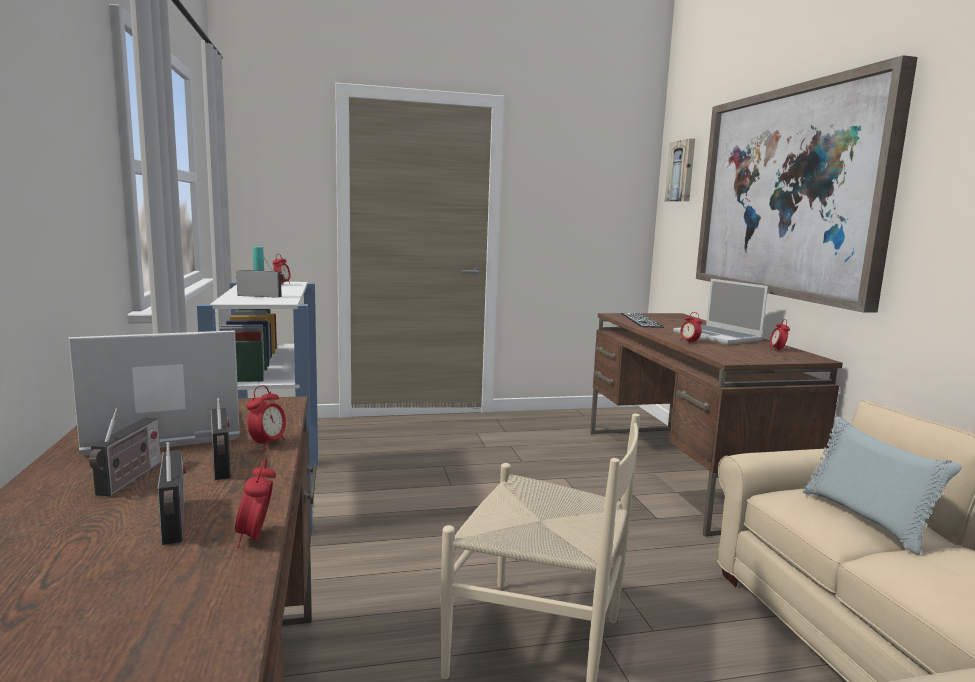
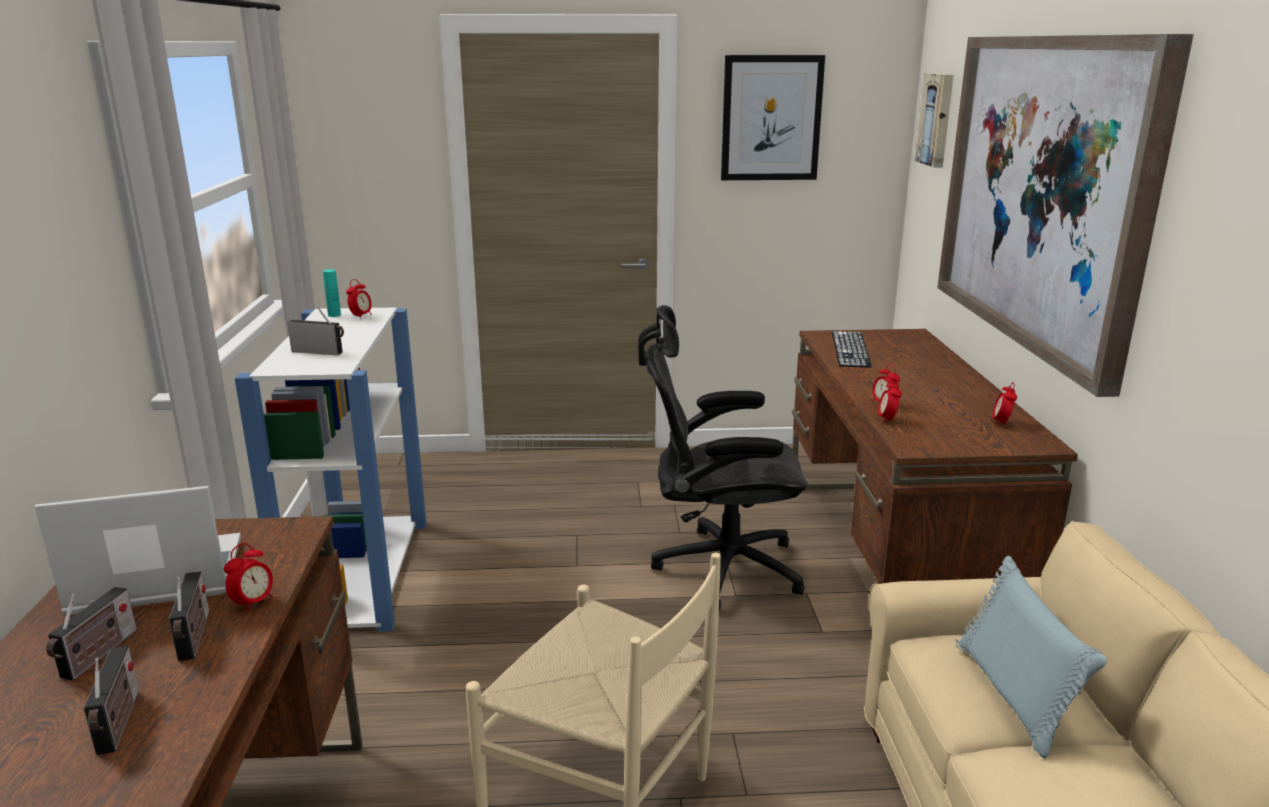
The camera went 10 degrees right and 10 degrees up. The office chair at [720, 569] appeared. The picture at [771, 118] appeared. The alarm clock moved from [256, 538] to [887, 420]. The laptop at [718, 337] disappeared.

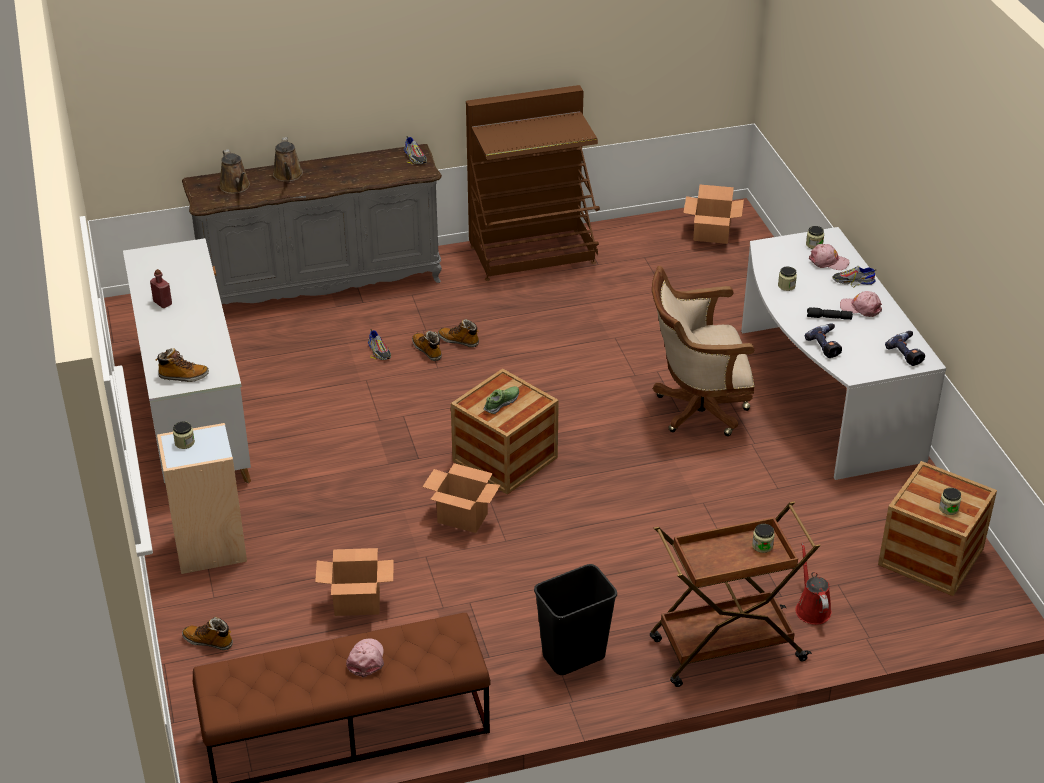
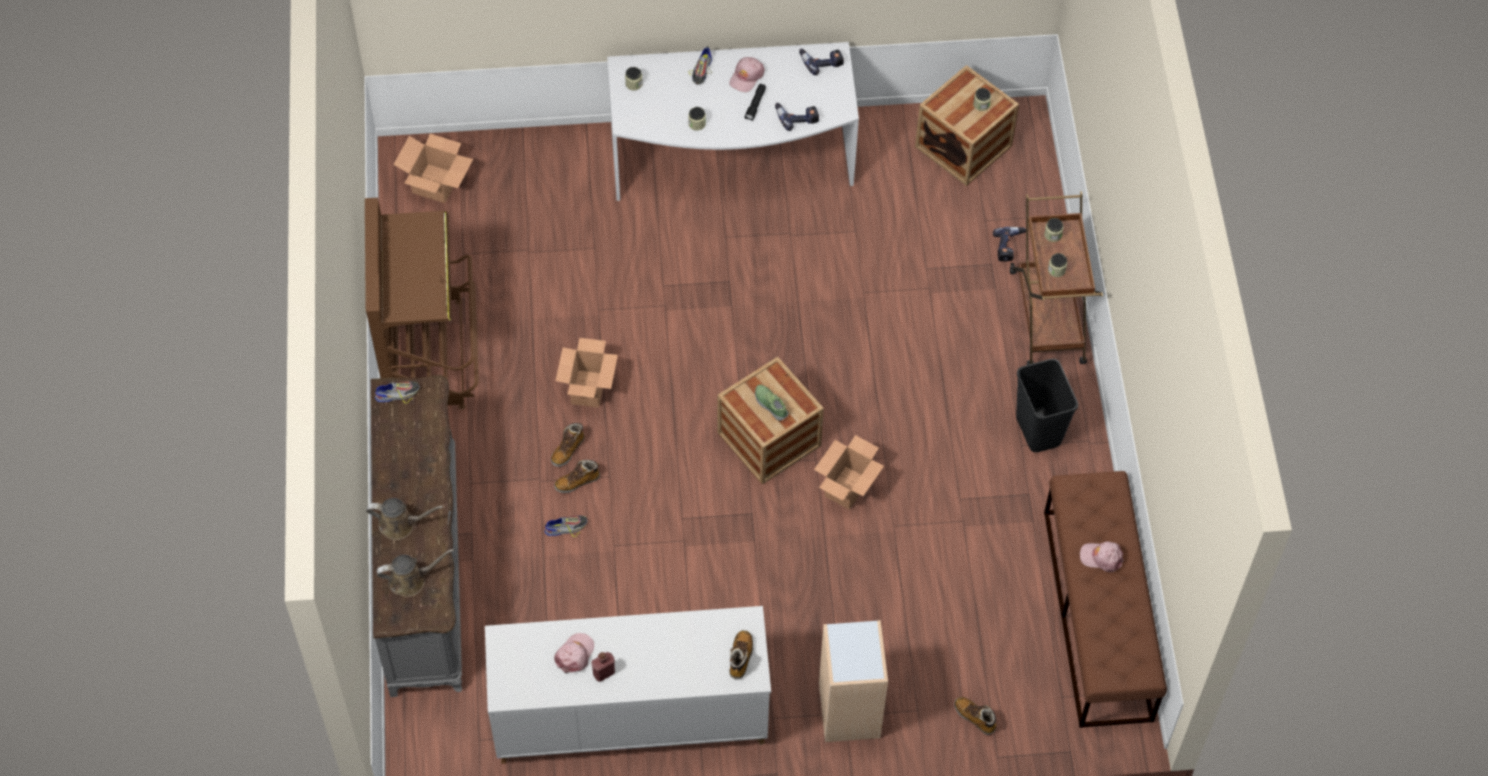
The camera went 80 degrees left and 20 degrees up. The cap in pink moved from [828, 261] to [575, 654]. The cardboard box moved from [358, 603] to [588, 388]. The boot at [208, 641] turned 105 degrees clockwise. The watering can in red at [811, 608] was replaced by the power drill at [1009, 246]. The jar moved from [184, 443] to [1056, 270]. The office chair at [696, 411] disappeared.

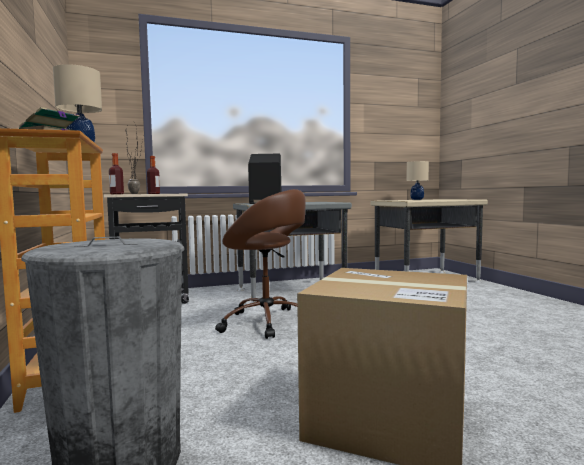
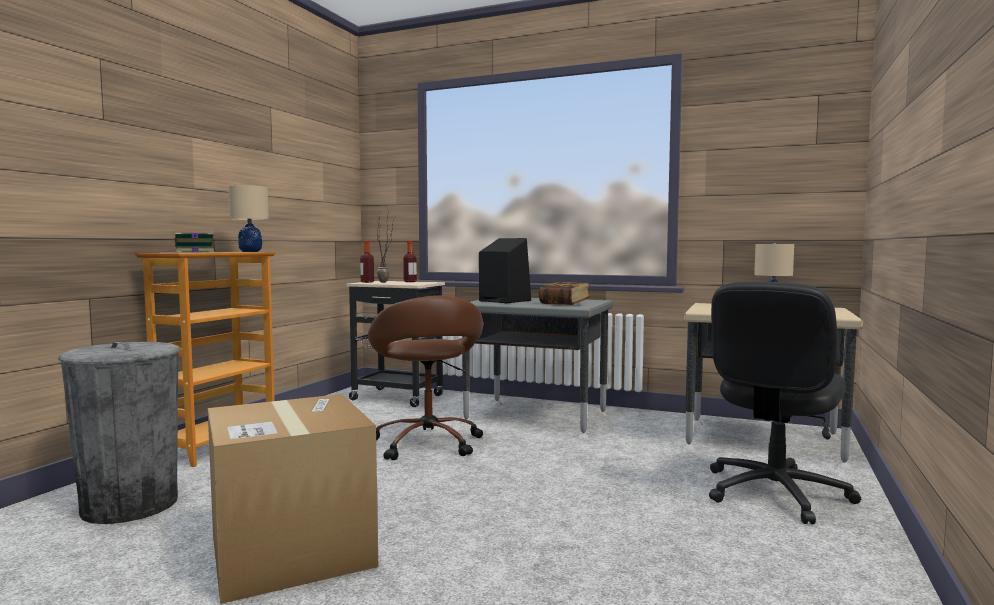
The camera went 40 degrees right and 0 degrees up. The book at [564, 304] appeared. The office chair in black at [774, 493] appeared.

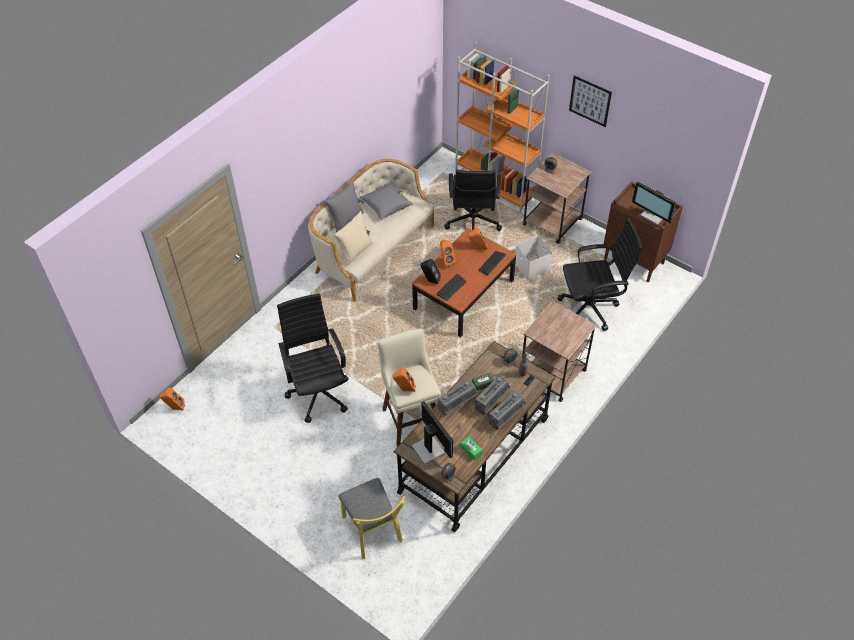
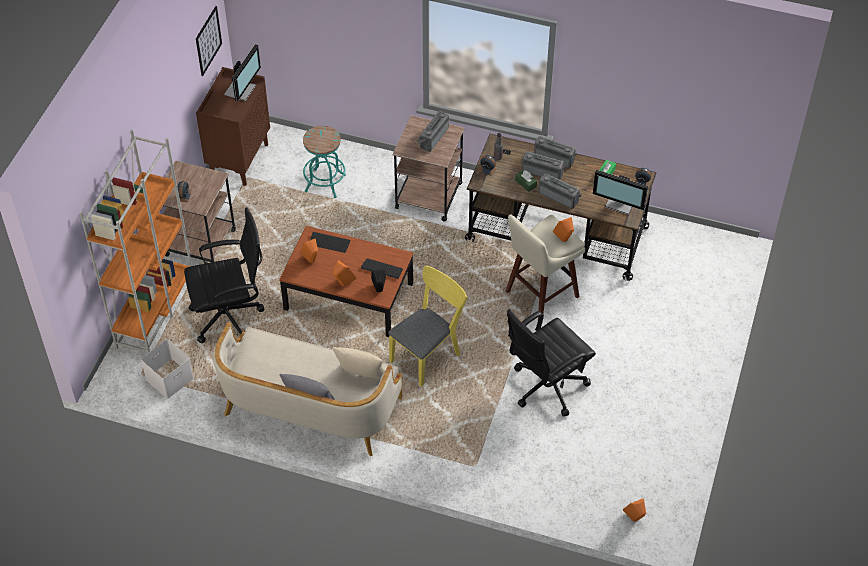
The camera went 110 degrees left and 0 degrees up. The storage box in white moved from [532, 266] to [170, 378]. The picture moved from [590, 101] to [208, 41]. The office chair in black at [591, 308] was replaced by the stool in turquoise at [325, 183]. The chair in yellow moved from [373, 533] to [428, 354]. The radio at [432, 137] appeared. The monitor at [429, 448] turned 105 degrees counterclockwise. The pillow in grey at [386, 206] disappeared.

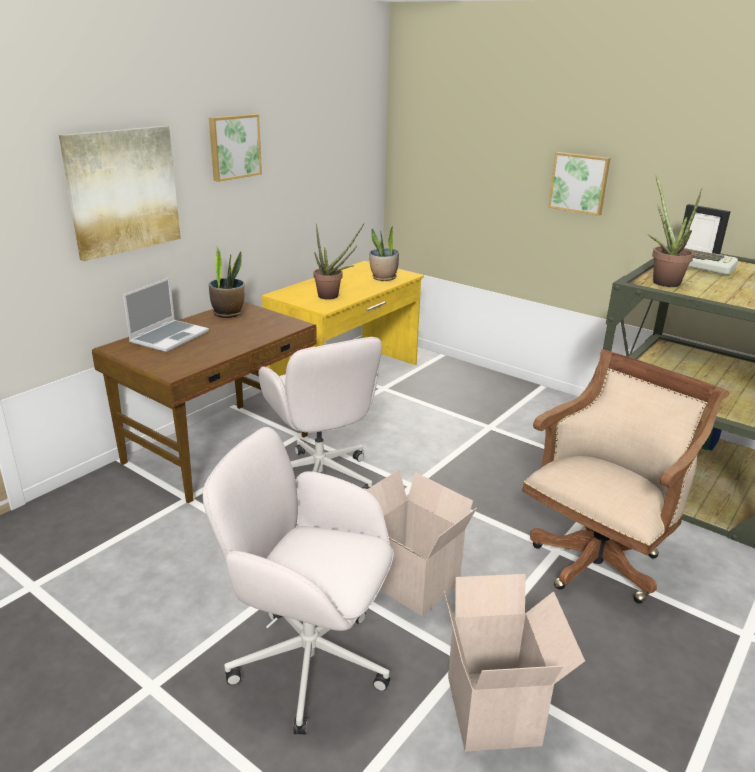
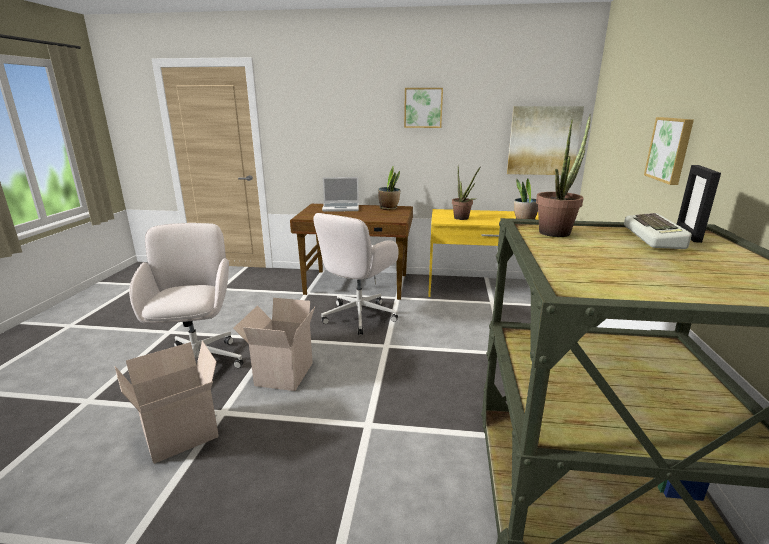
The camera went 60 degrees right and 5 degrees down. The picture moved from [123, 191] to [543, 141]. The office chair at [599, 559] disappeared.

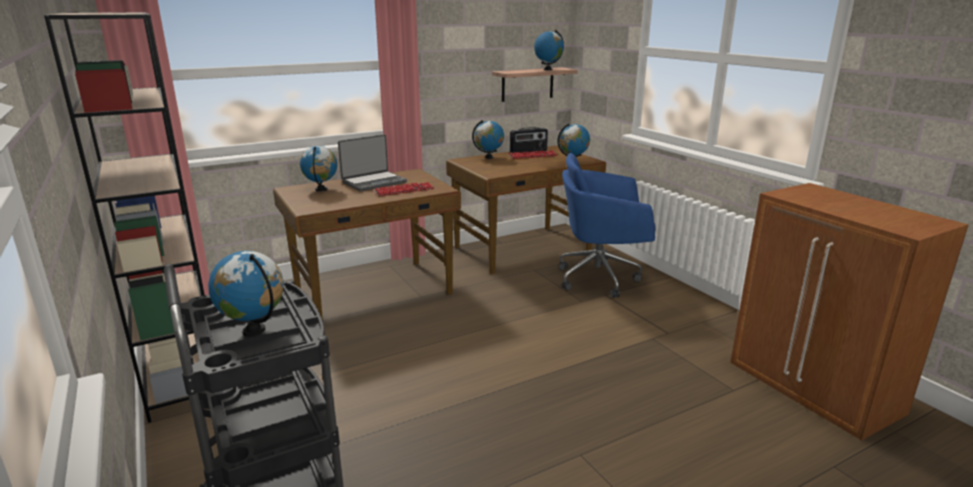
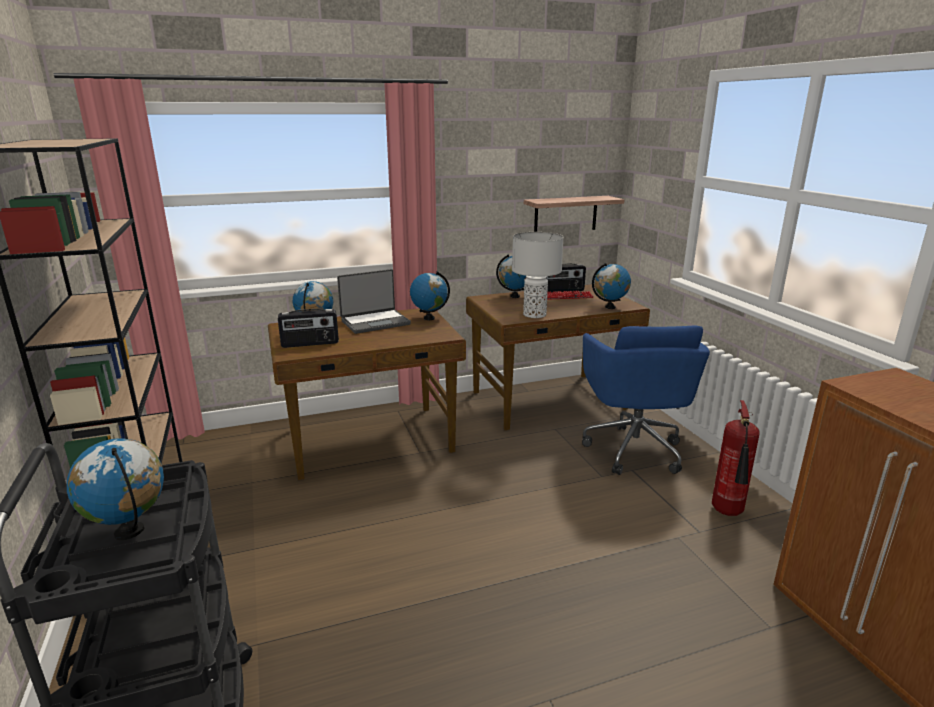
The camera went 10 degrees right and 0 degrees up. The radio at [310, 344] appeared. The globe moved from [548, 69] to [429, 318]. The table lamp in white at [534, 314] appeared. The office chair in blue at [601, 279] turned 105 degrees counterclockwise. The fire extinguisher at [728, 513] appeared. The keyboard at [404, 190] disappeared.

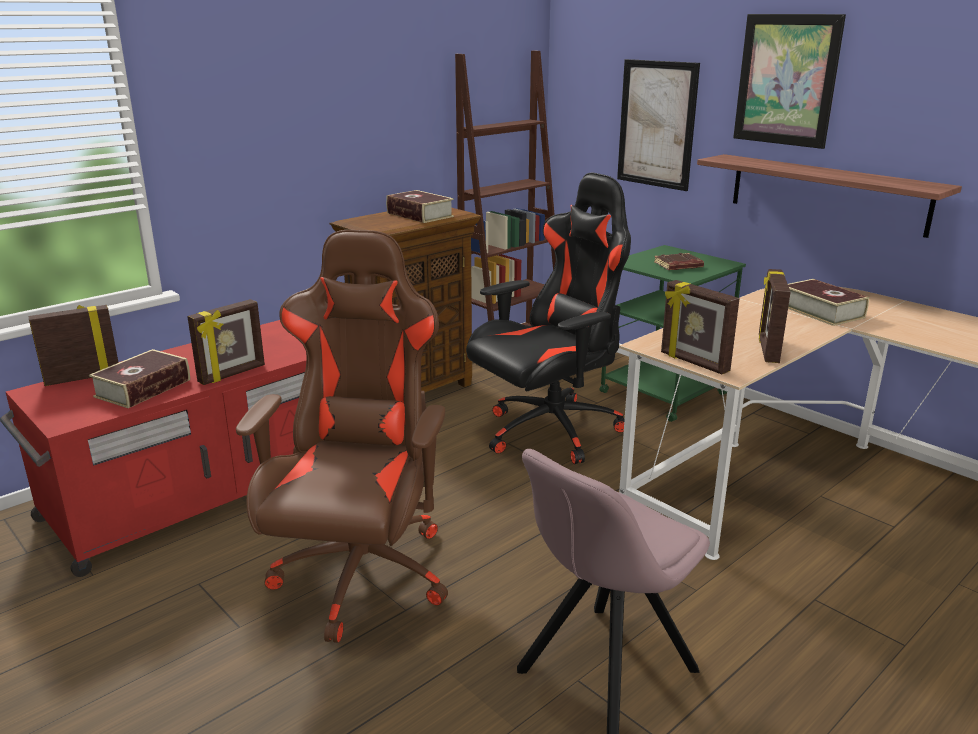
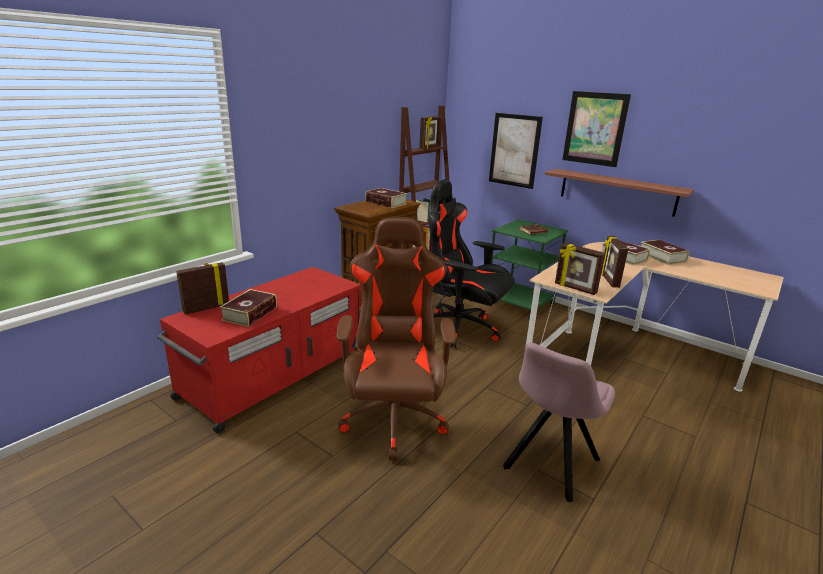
The camera went 10 degrees left and 0 degrees up. The picture frame moved from [232, 374] to [429, 147]. The office chair in black at [544, 434] turned 105 degrees counterclockwise. The book at [662, 257] appeared.

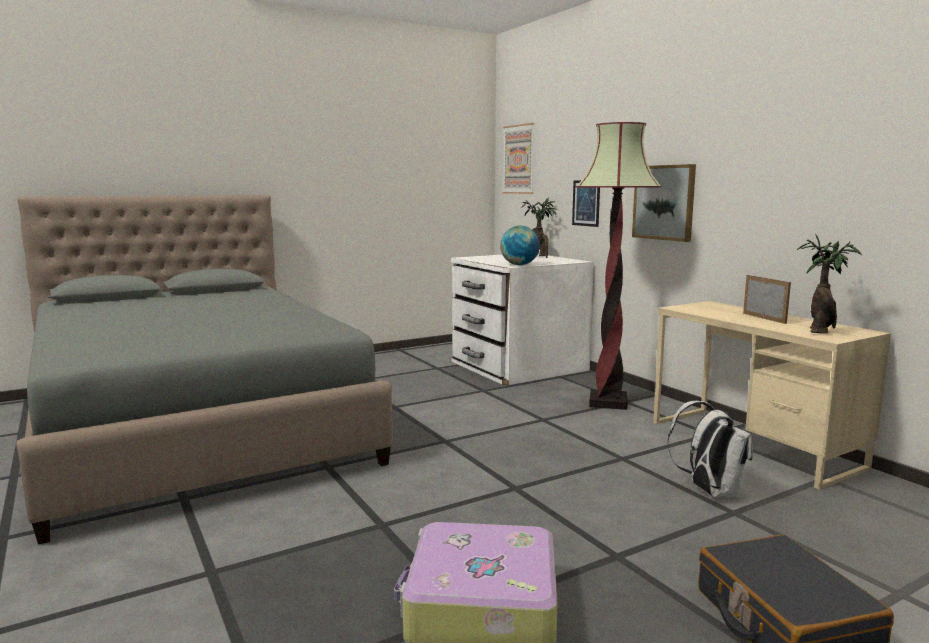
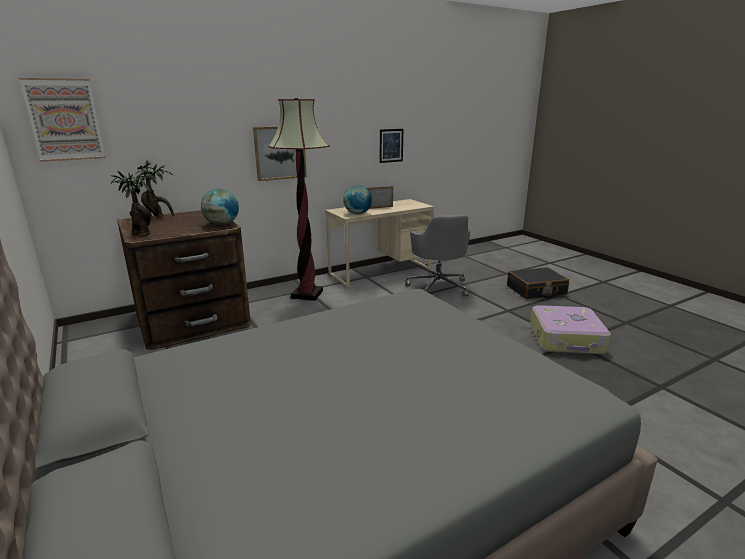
The camera went 90 degrees left and 10 degrees up. The potted plant moved from [821, 331] to [141, 233]. The dresser in white at [516, 366] became the dresser in brown at [193, 319]. The globe at [357, 213] appeared. The picture moved from [586, 203] to [391, 145]. The backpack in white at [709, 491] was replaced by the office chair in grey at [438, 286].

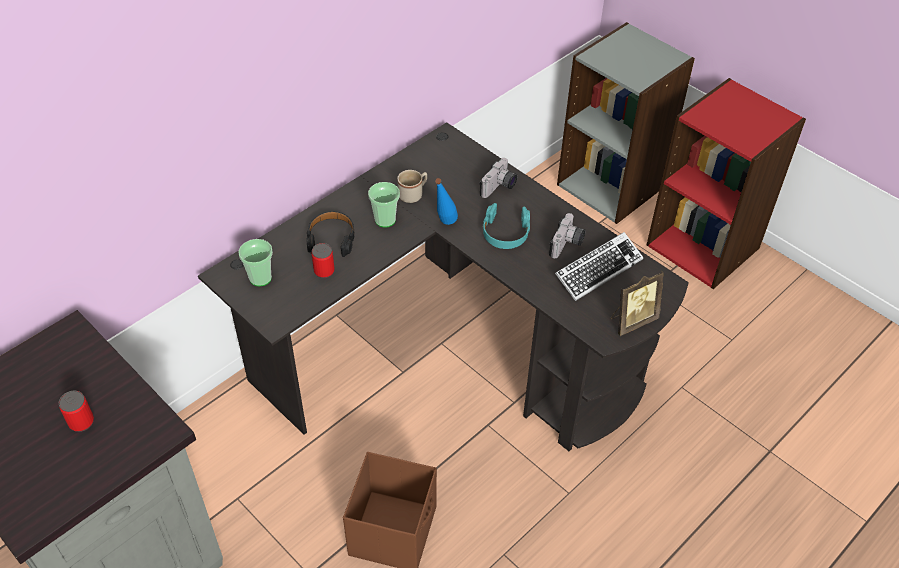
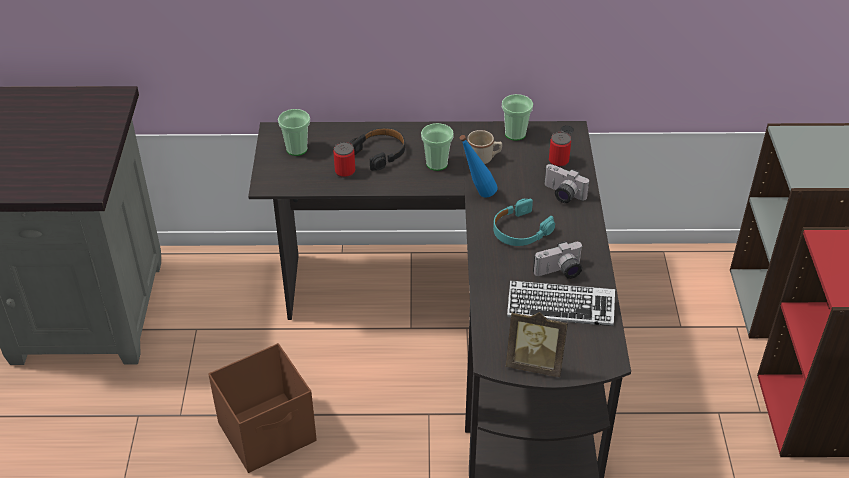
The camera went 45 degrees right and 5 degrees down. The cup at [515, 134] appeared. The photo camera at [499, 187] turned 45 degrees clockwise. The can moved from [81, 422] to [558, 161].

